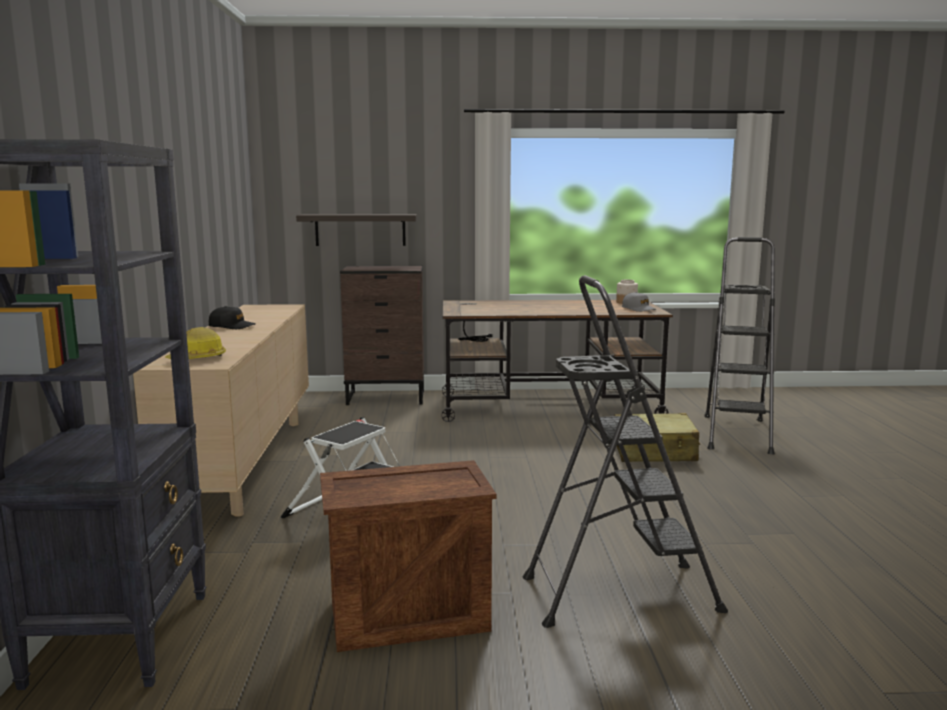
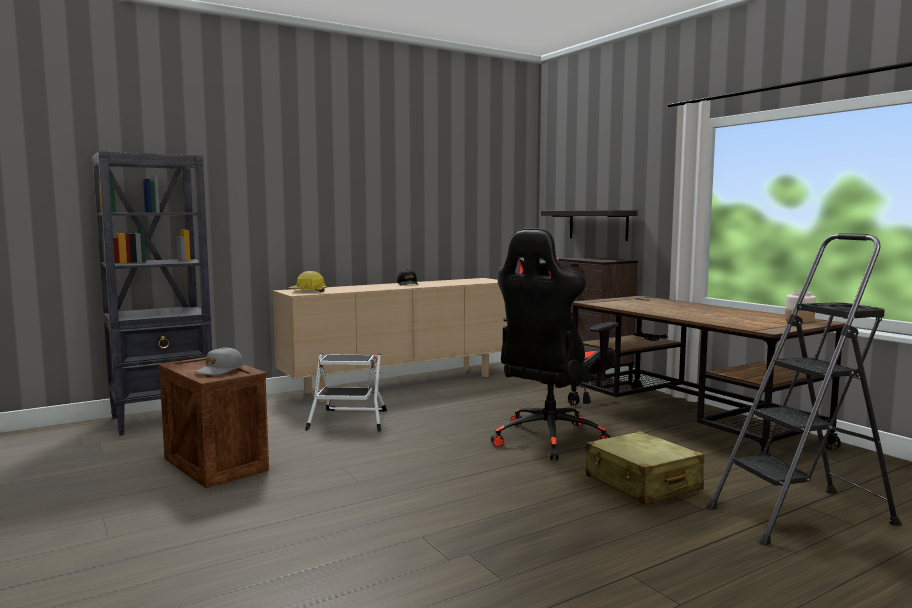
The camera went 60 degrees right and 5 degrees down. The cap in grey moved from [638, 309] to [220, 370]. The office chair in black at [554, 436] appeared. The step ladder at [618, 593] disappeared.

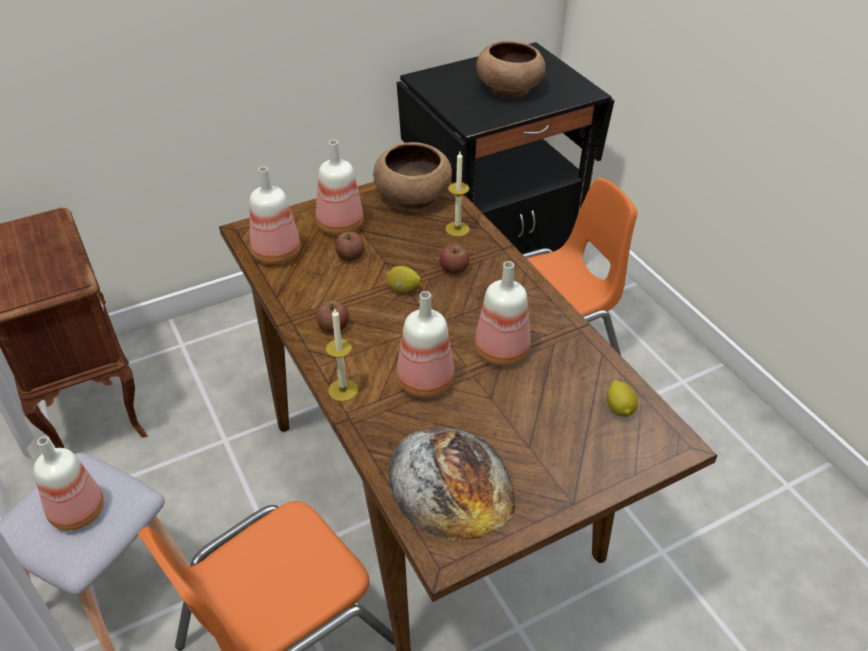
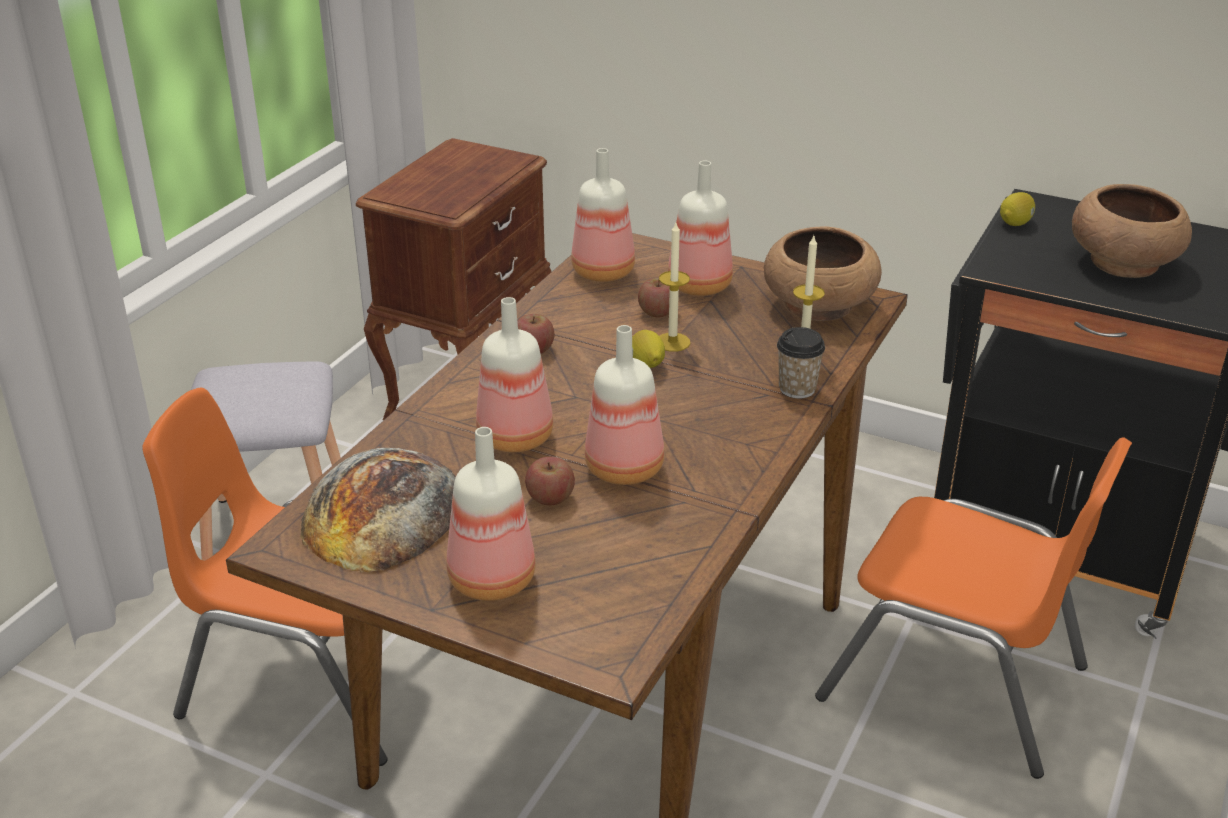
The camera went 55 degrees right and 10 degrees down. The bottle moved from [79, 512] to [492, 582]. The apple moved from [454, 269] to [550, 498]. The candle moved from [343, 390] to [672, 342]. The cup at [797, 389] appeared. The lemon moved from [619, 408] to [1016, 223].

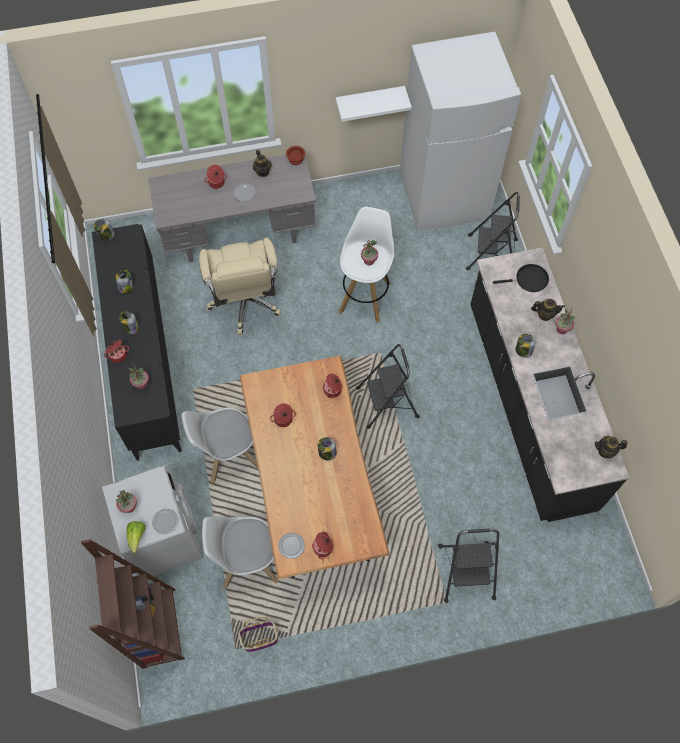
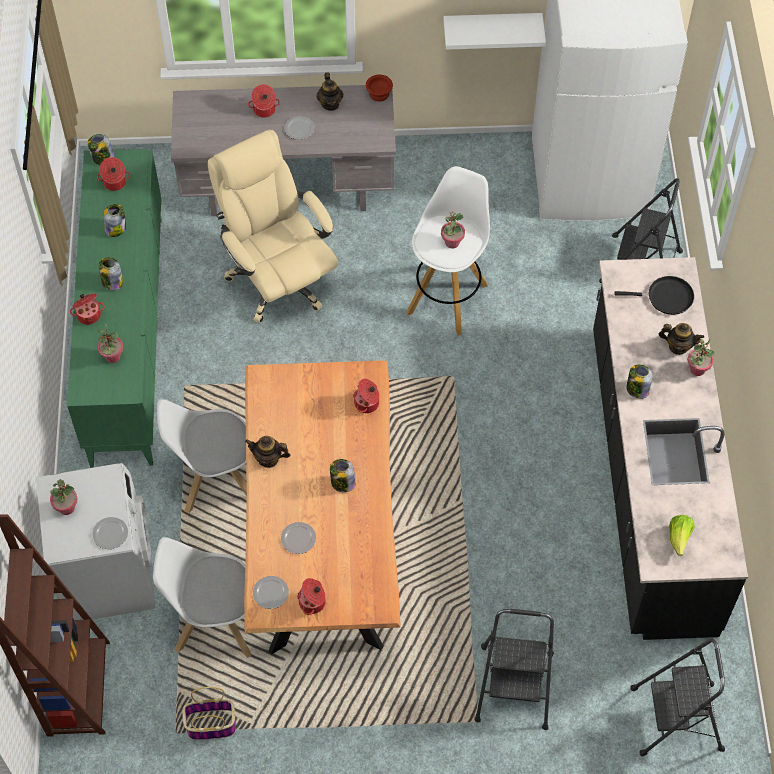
The camera went 10 degrees right and 5 degrees down. The cabinet in black at [145, 360] became the cabinet in green at [126, 337]. The cooking pot moved from [283, 419] to [115, 183]. The office chair in beige at [245, 302] turned 150 degrees clockwise. The teapot moved from [606, 451] to [268, 459]. The plate at [298, 539] appeared. The step ladder in black moved from [389, 401] to [680, 718]. The lettuce moved from [137, 537] to [679, 538].

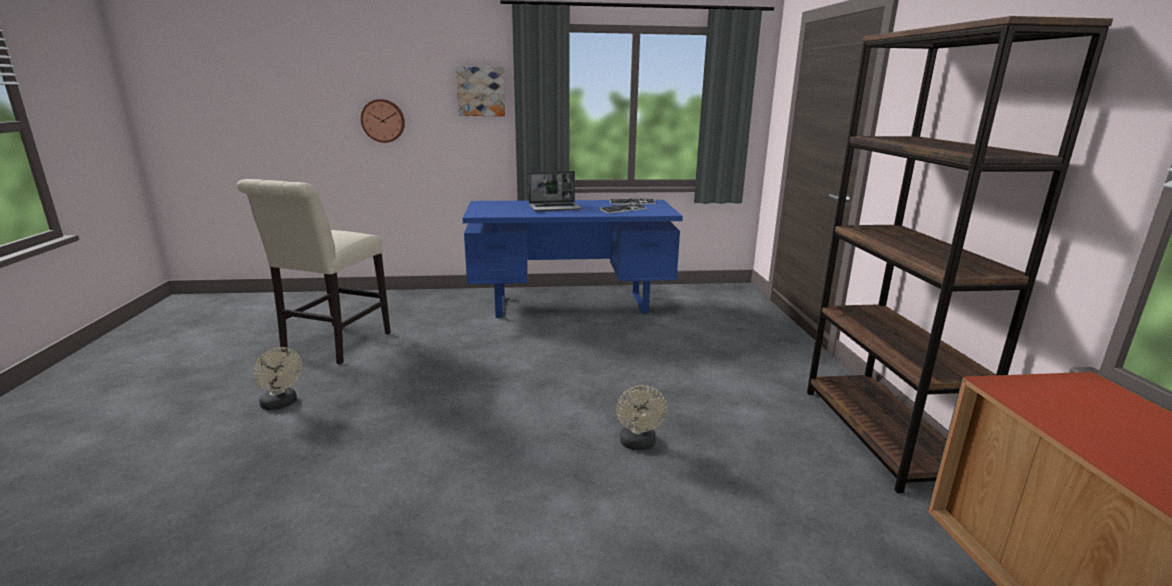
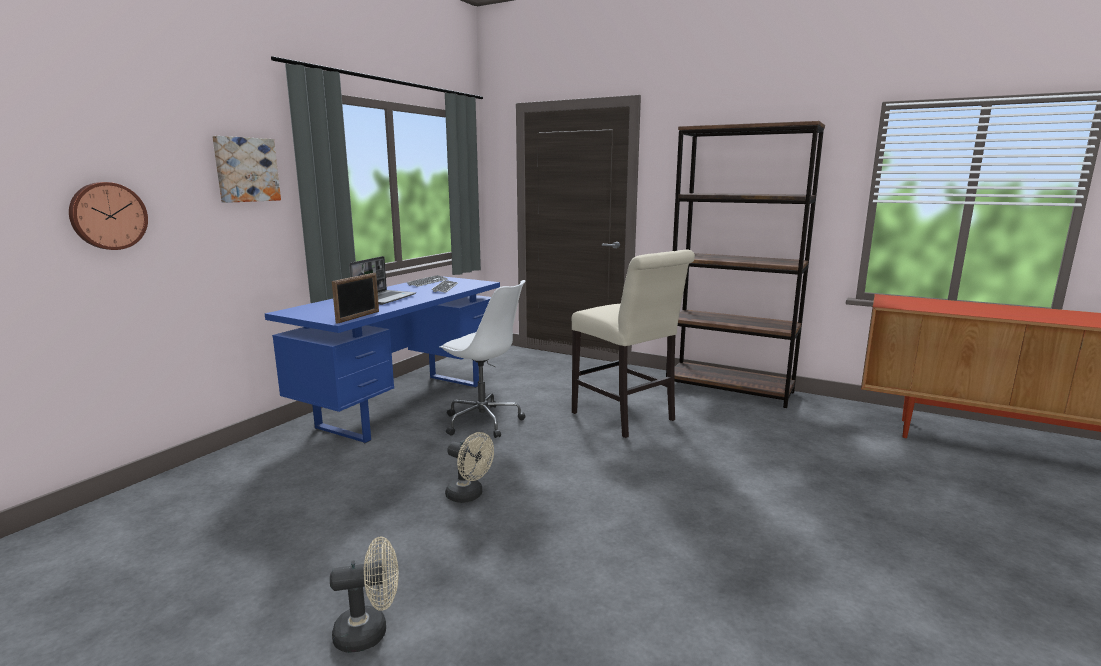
The camera went 55 degrees left and 5 degrees down. The picture frame at [358, 317] appeared. The office chair in white at [485, 422] appeared. The fan in beige moved from [638, 444] to [469, 496]. The stool in beige moved from [332, 345] to [626, 419].

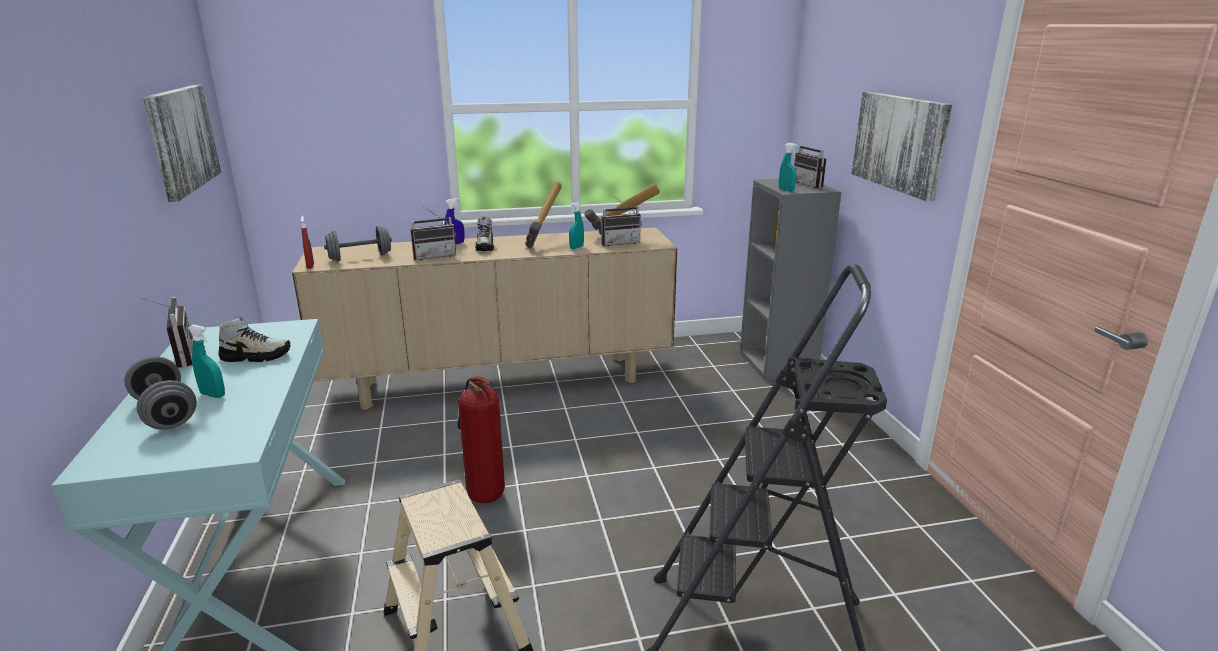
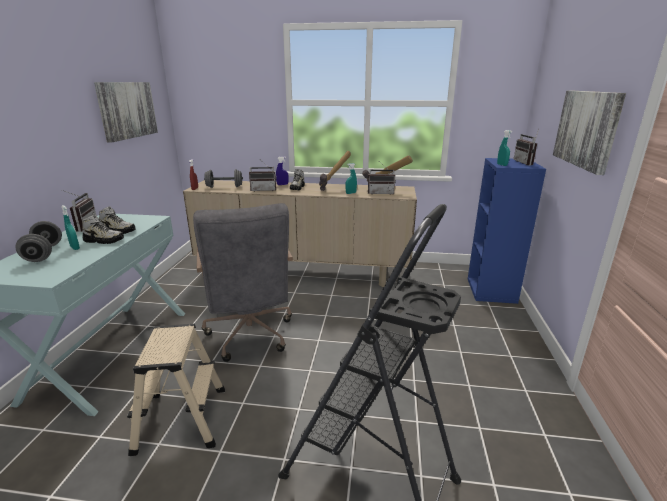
The camera went 20 degrees right and 0 degrees up. The shoe at [104, 240] appeared. The fire extinguisher at [483, 494] was replaced by the office chair in grey at [250, 338]. The bookcase in grey at [778, 364] became the bookcase in blue at [492, 291].

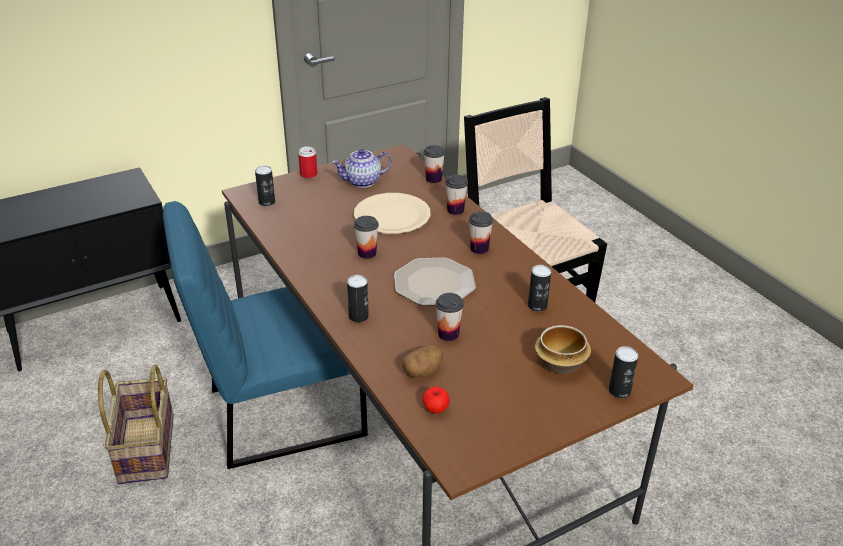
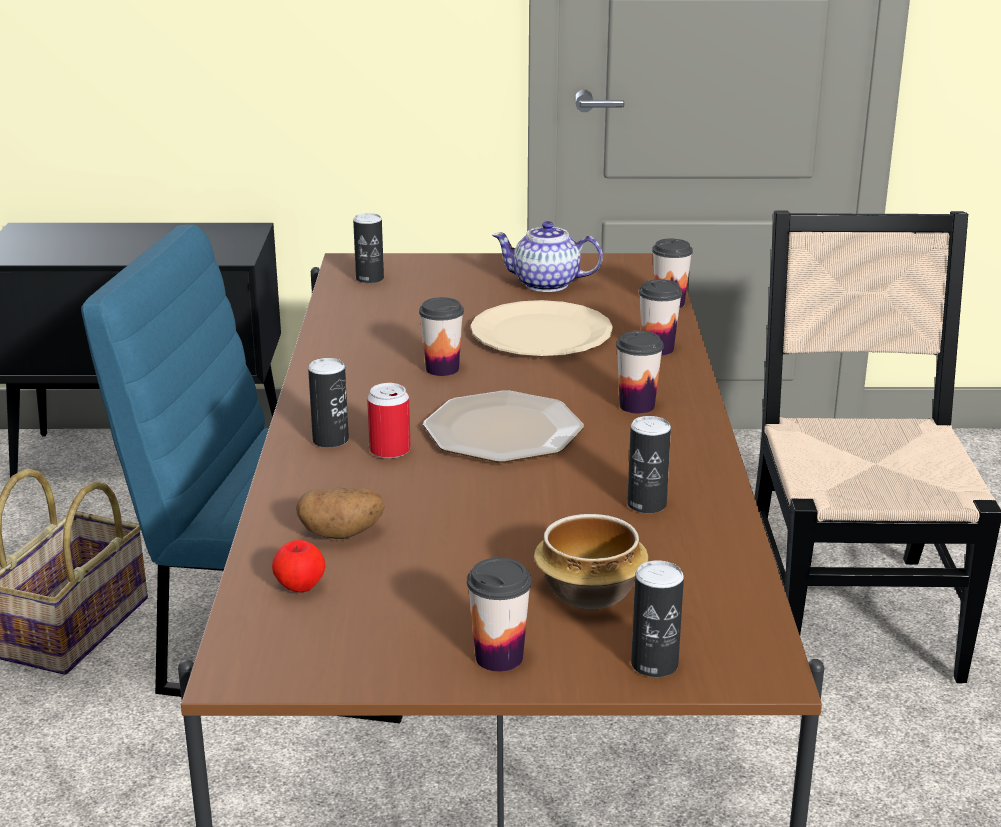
The camera went 30 degrees right and 10 degrees down. The can moved from [308, 175] to [390, 451]. The cup moved from [448, 334] to [499, 657].

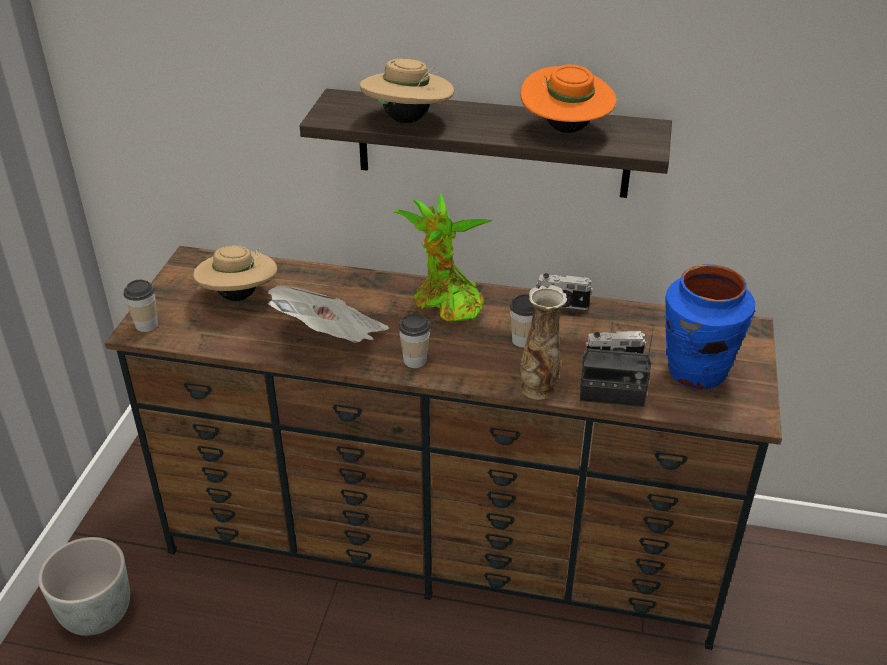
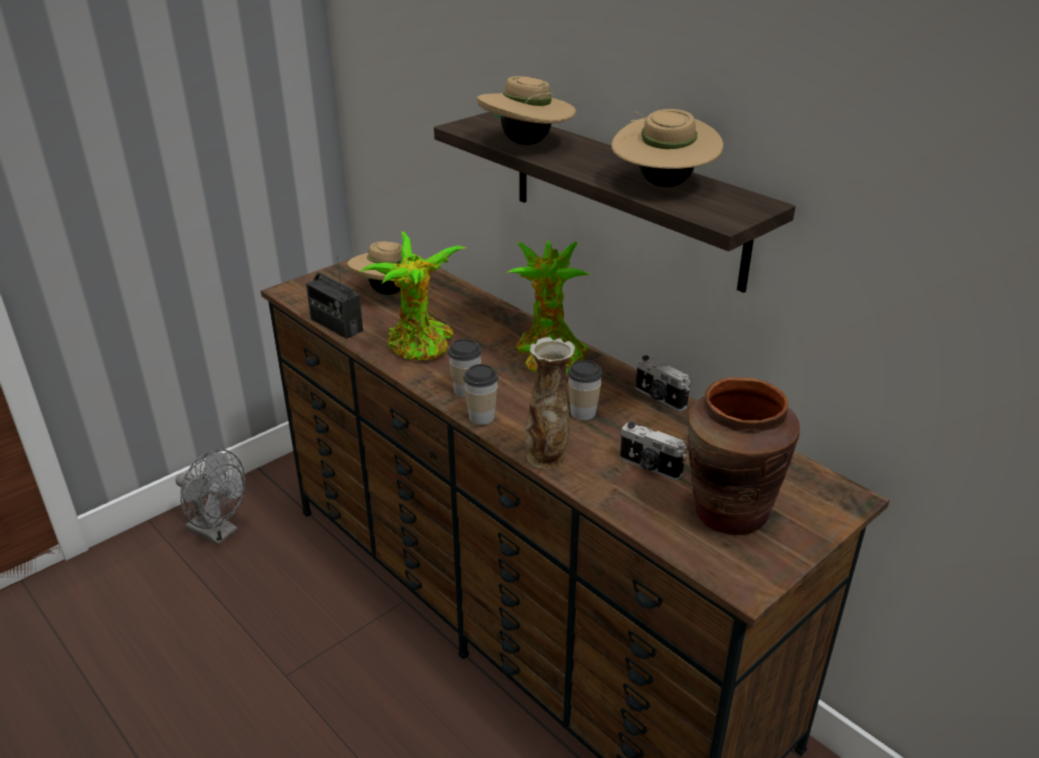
The camera went 35 degrees right and 5 degrees down. The planter in grey at [96, 613] was replaced by the fan in grey at [218, 532]. The radio moved from [611, 396] to [336, 325]. The newspaper at [331, 338] was replaced by the potted plant at [420, 347]. The cup moved from [146, 325] to [481, 417]. The hat in orange at [565, 129] became the hat in beige at [663, 184]. The vase in blue at [695, 372] became the vase in brown at [729, 512].

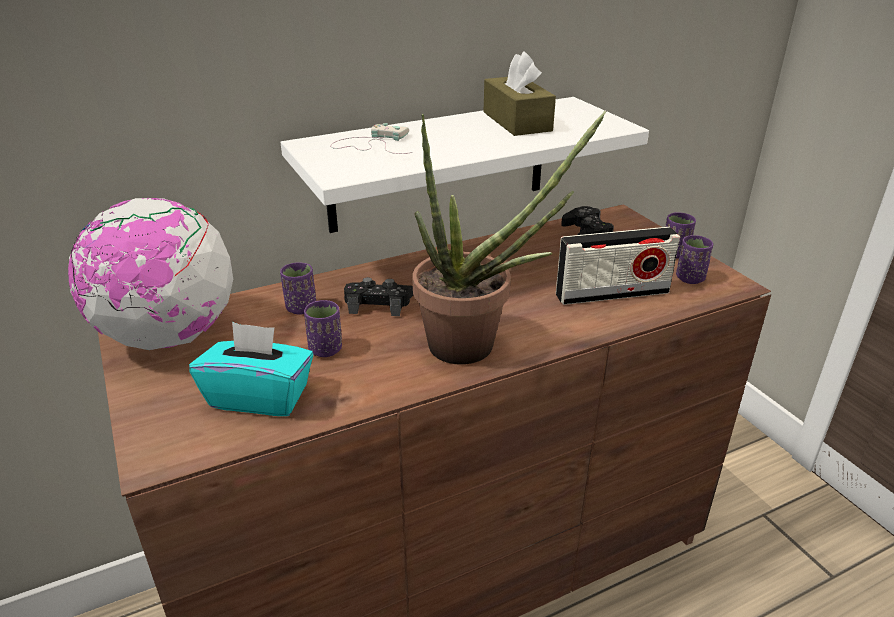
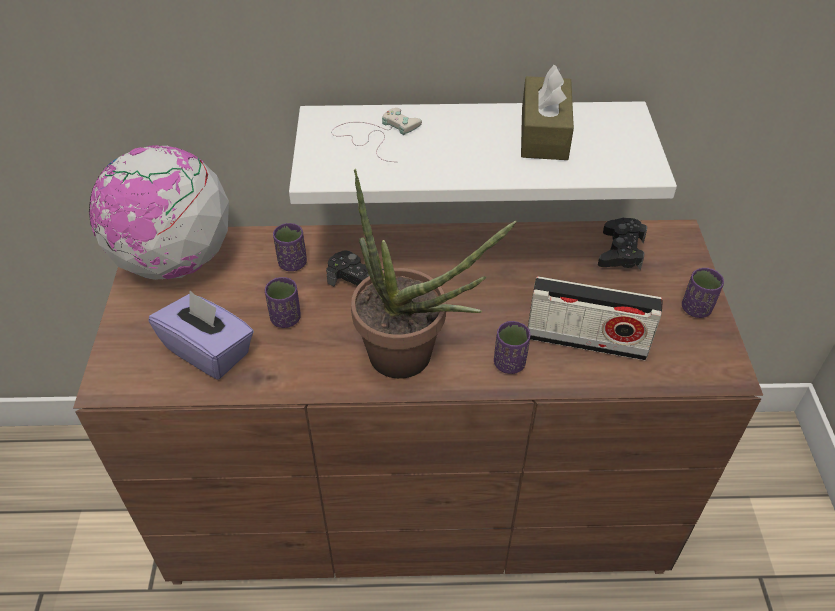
The camera went 25 degrees right and 15 degrees up. The tissue box in turquoise at [260, 396] became the tissue box in purple at [209, 351]. The cup in purple moved from [690, 278] to [509, 363].

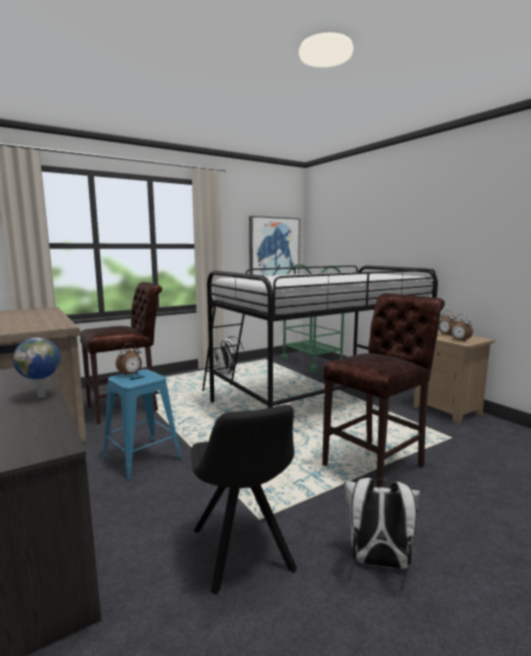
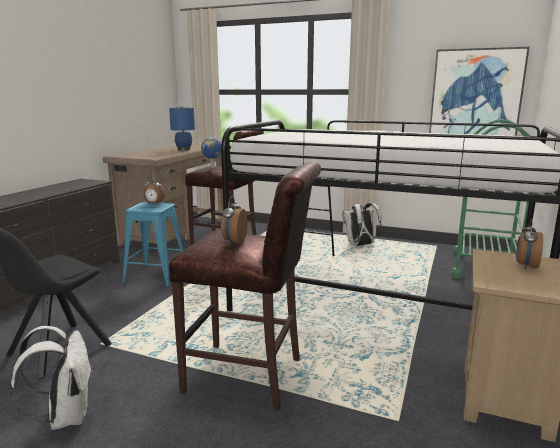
The camera went 55 degrees right and 5 degrees up. The table lamp in blue at [184, 149] appeared. The globe moved from [42, 396] to [213, 168]. The alarm clock moved from [459, 340] to [234, 242].

